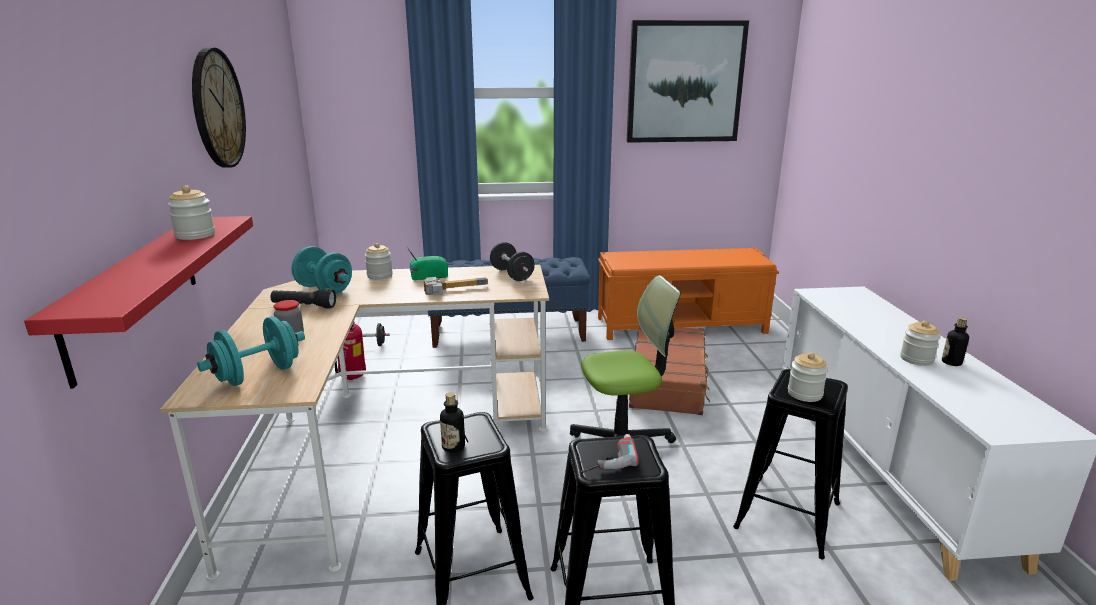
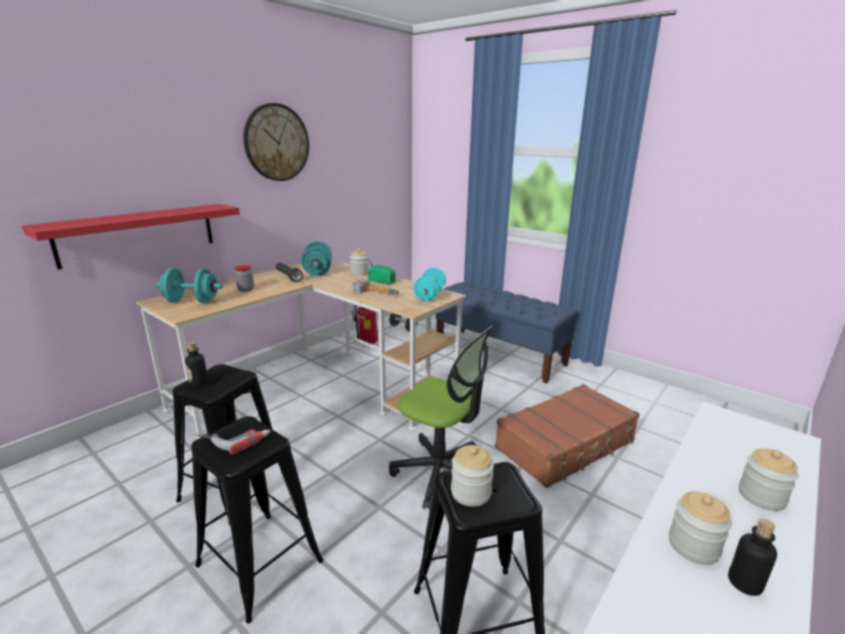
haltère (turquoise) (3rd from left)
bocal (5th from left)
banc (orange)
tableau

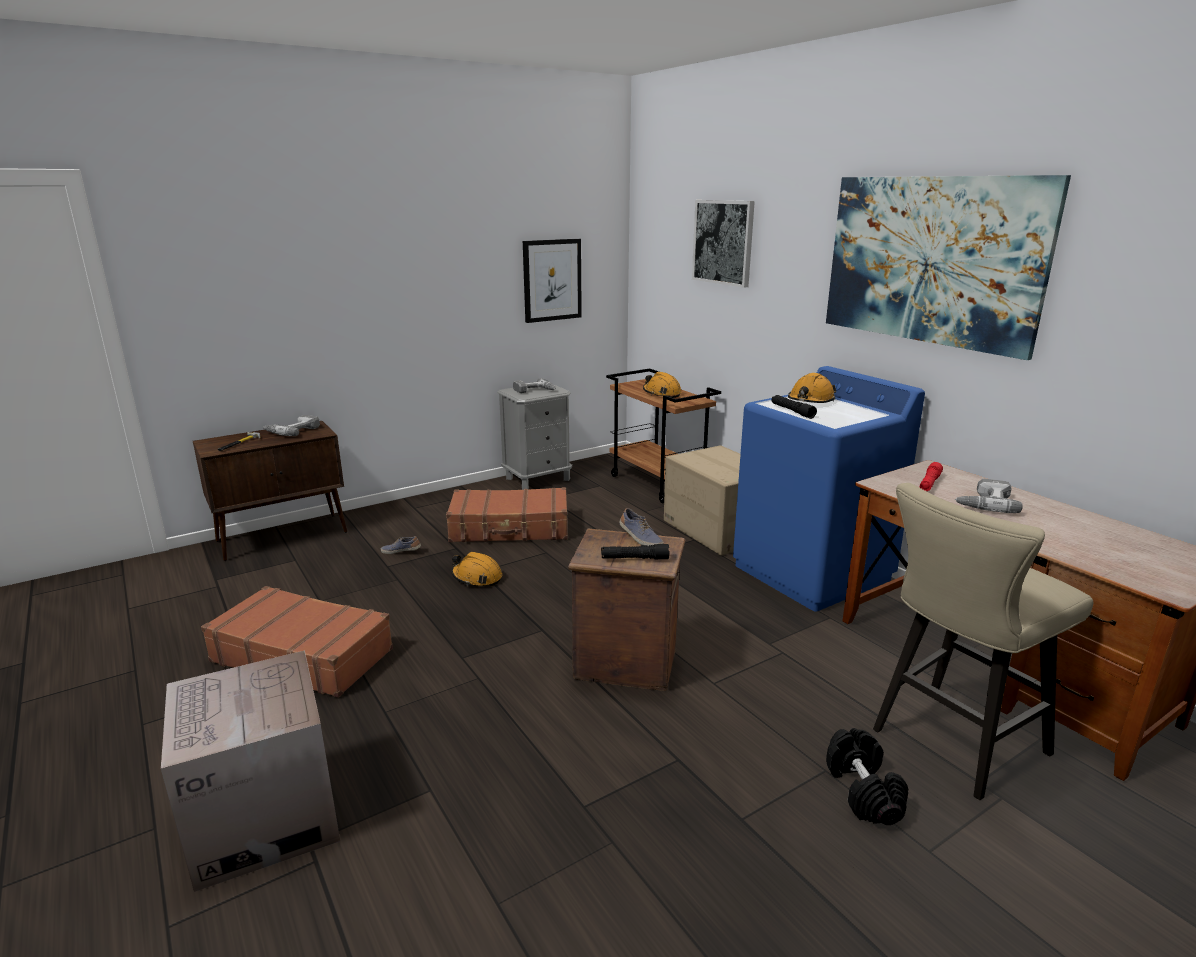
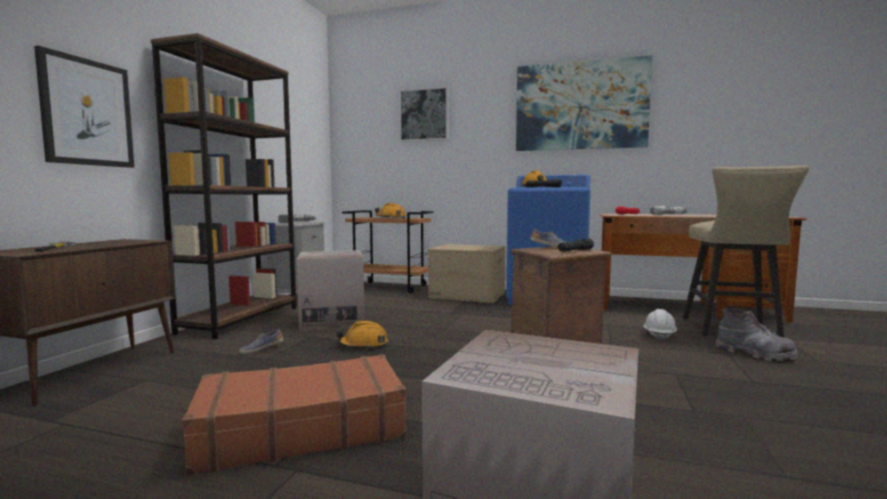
tableau (1st from left)
bibliothèque (marron)
carton (1st from left)
casque de chantier (blanc)
botte (gris)
perceuse (1st from left in the first image)

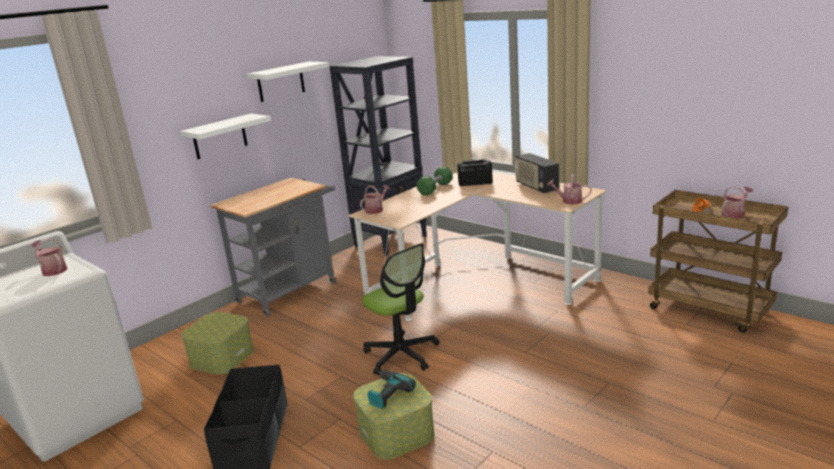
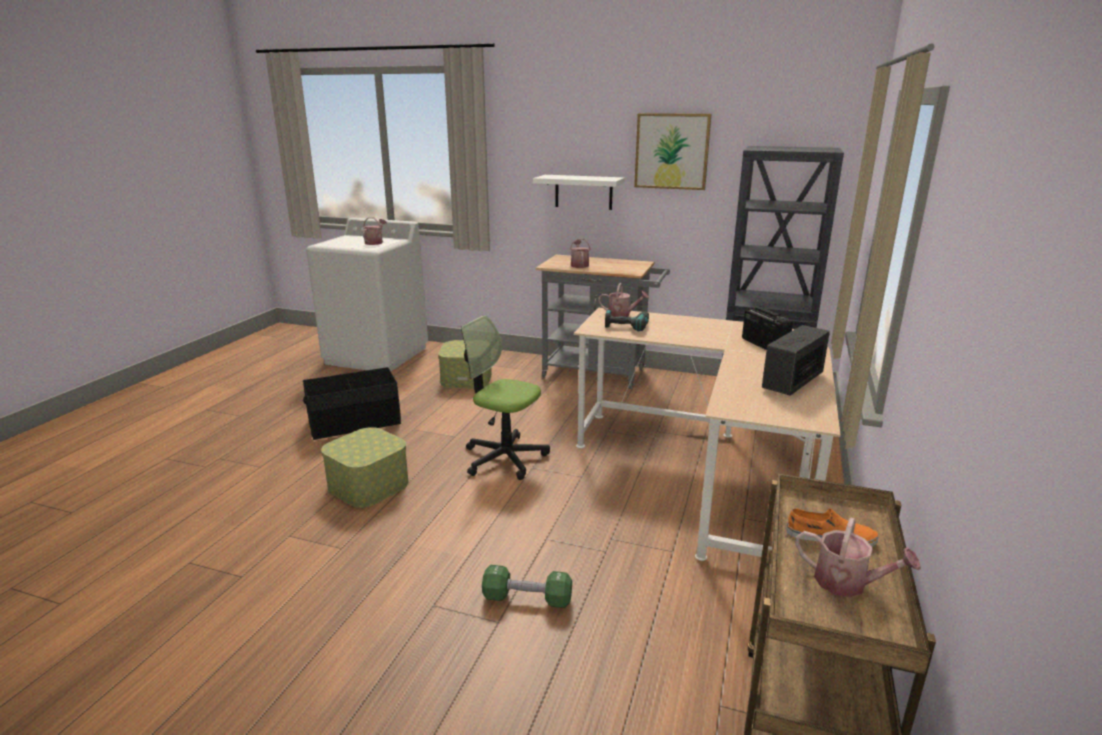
chaise de bureau
haltère (vert)
arrosoir (2nd from left)
perceuse
tableau

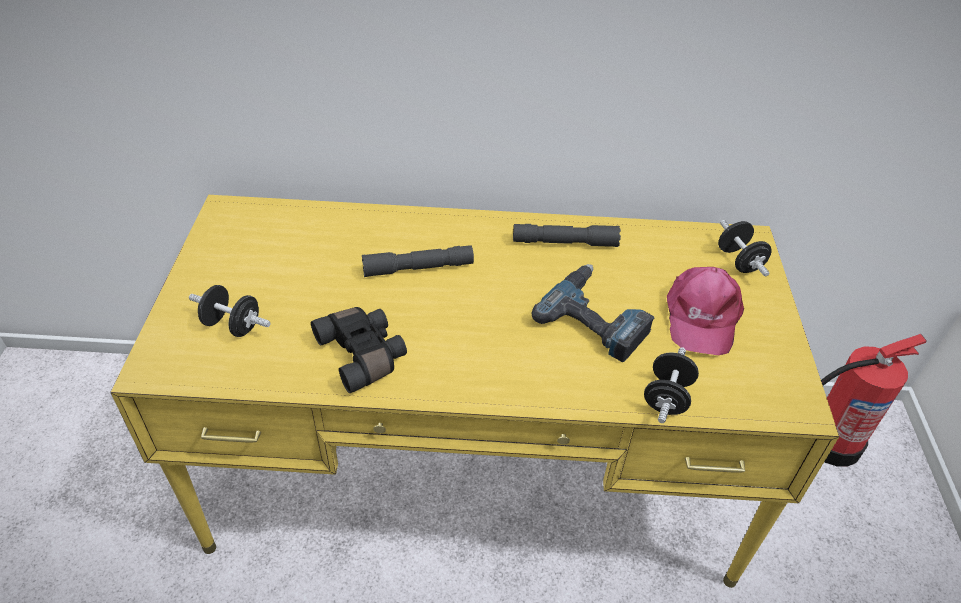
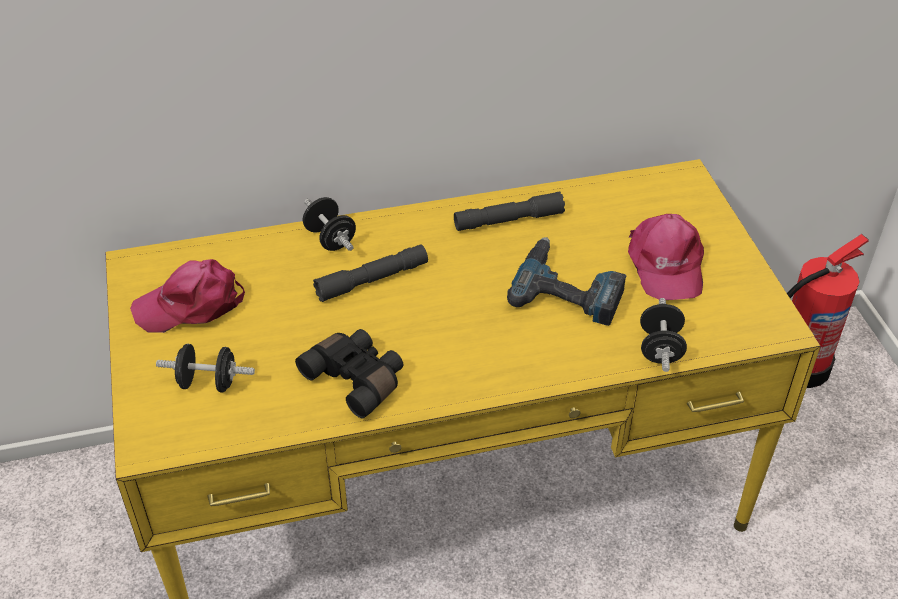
casquette (rose) (1st from left)
haltère (noir) (2nd from left)

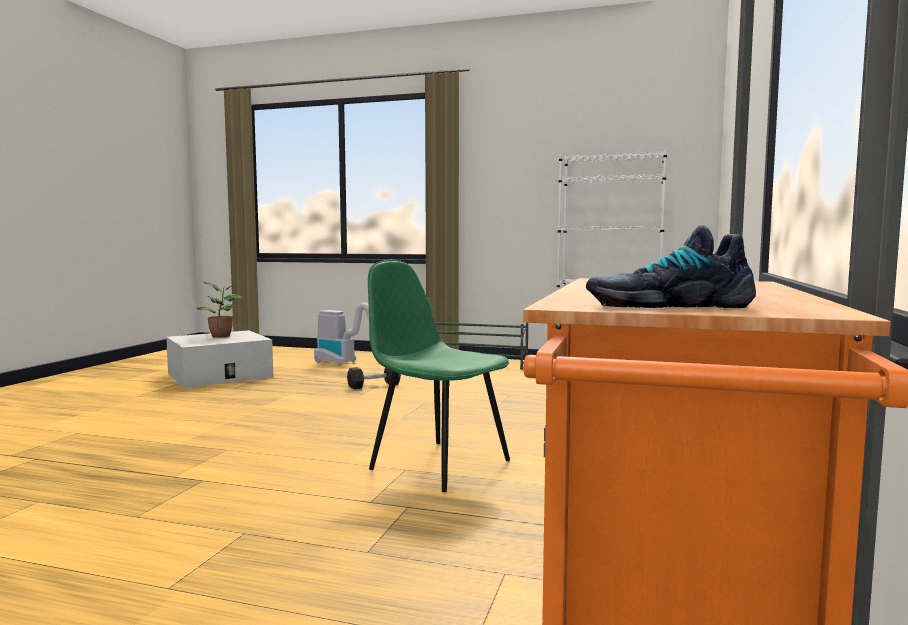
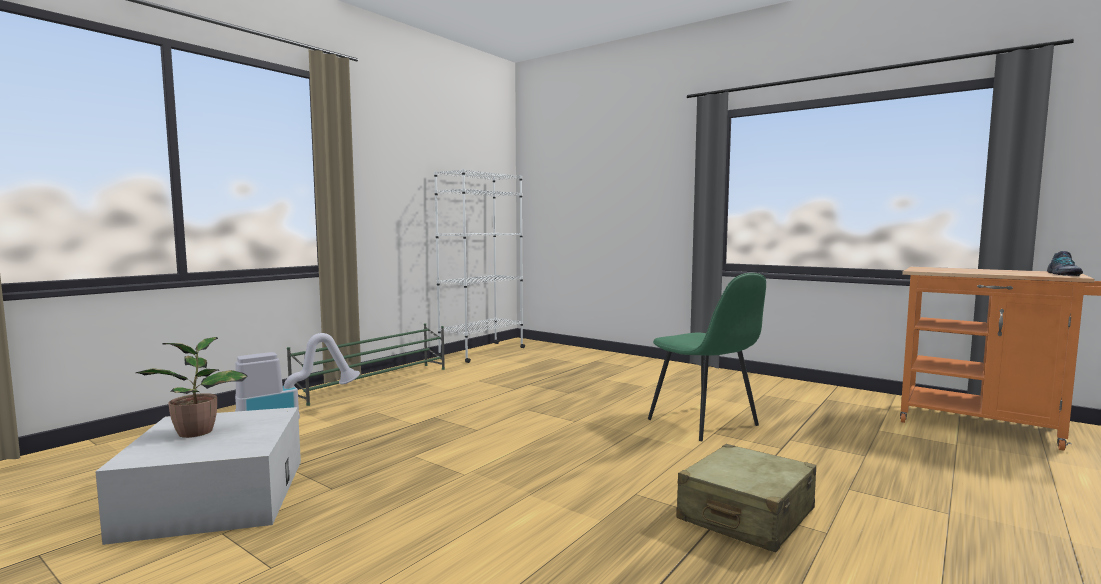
chaise (vert)
valise (beige)
haltère (noir)

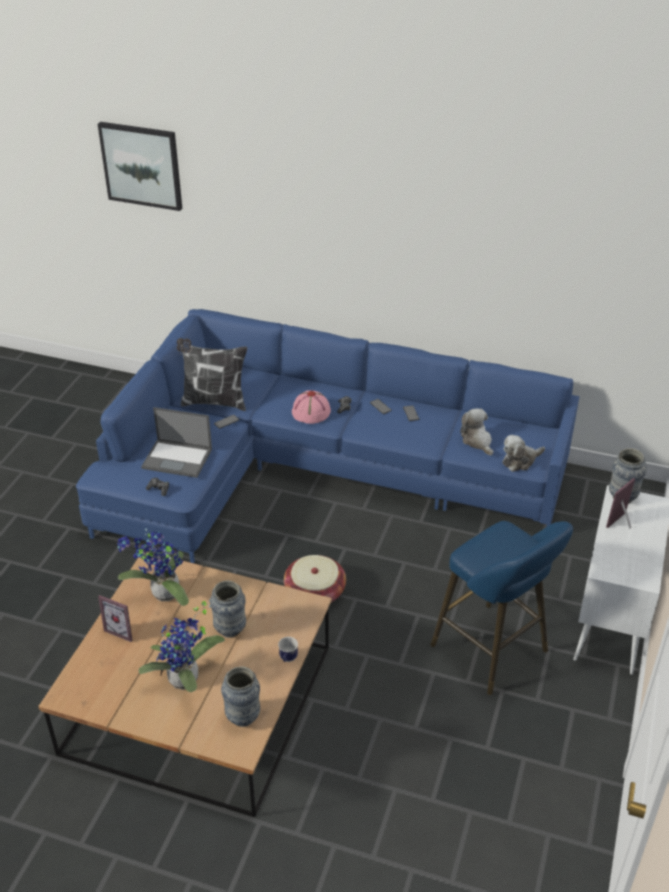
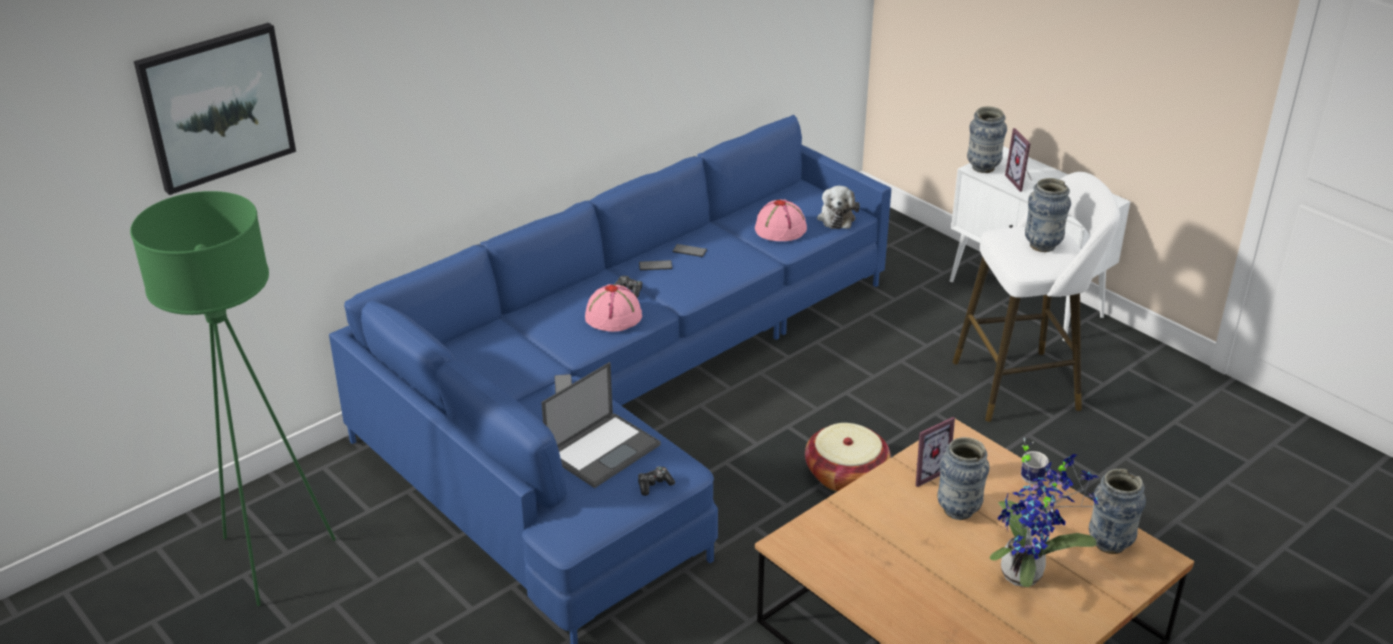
lampadaire (vert)
chapeau (rose) (2nd from left)
cadre photo (1st from left)
tabouret (blanc)
vase (3rd from left)
plante en pot (1st from left in the first image)
coussin

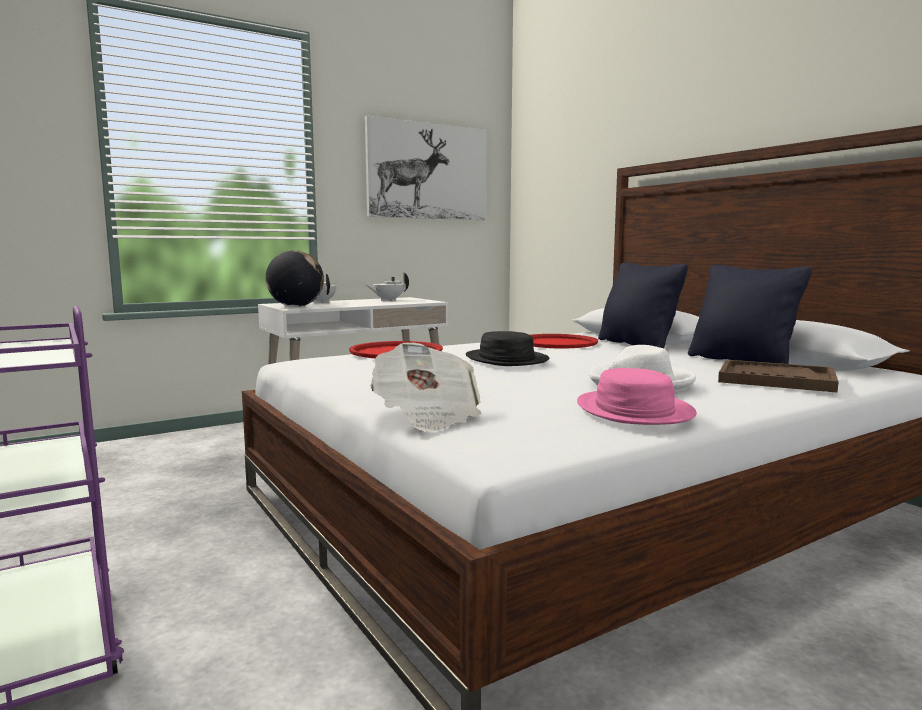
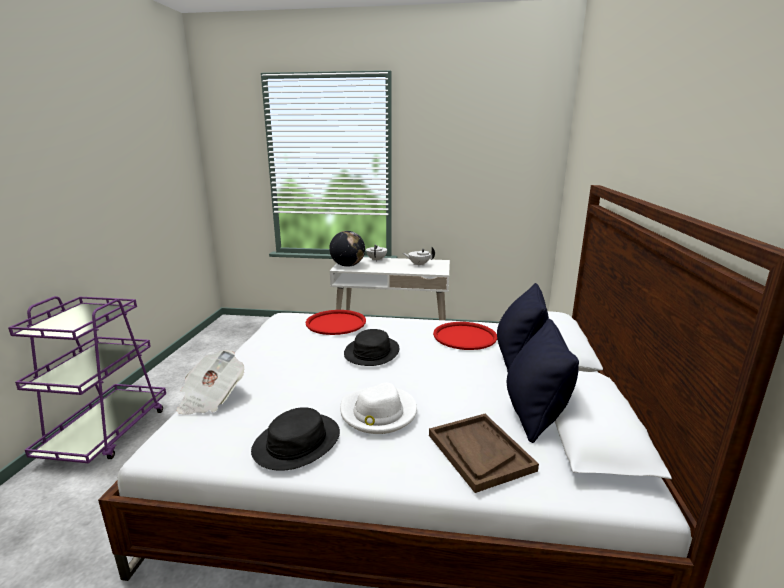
chapeau (noir) (1st from left)
tableau

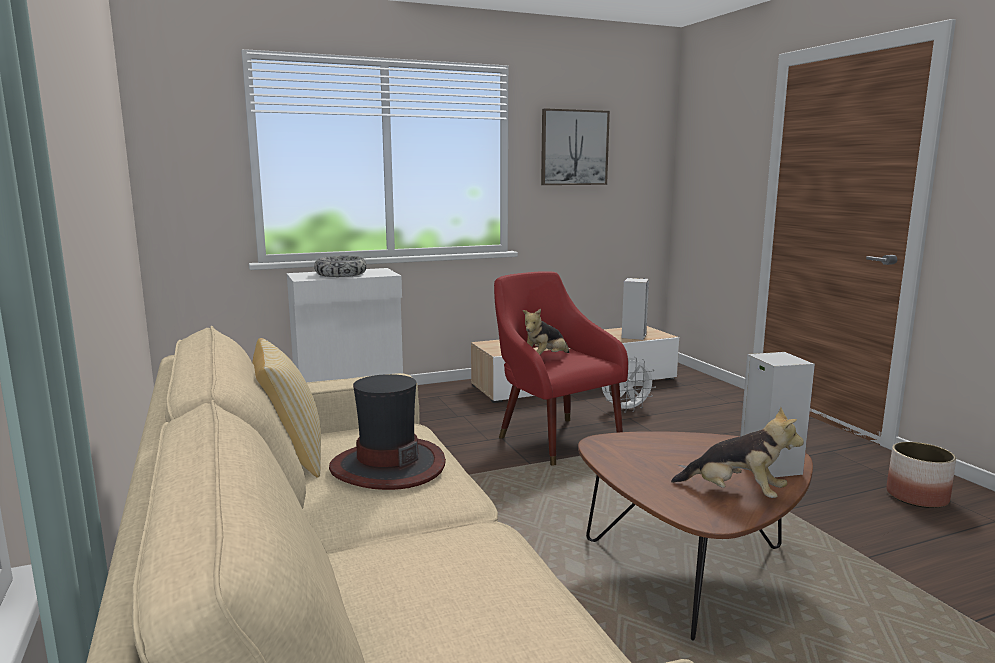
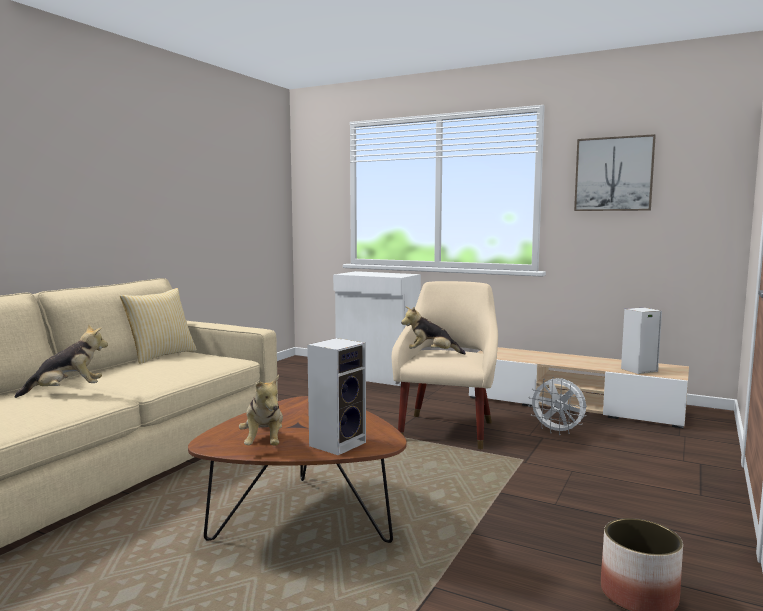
peluche (1st from left)
fauteuil (beige)
bol
chapeau

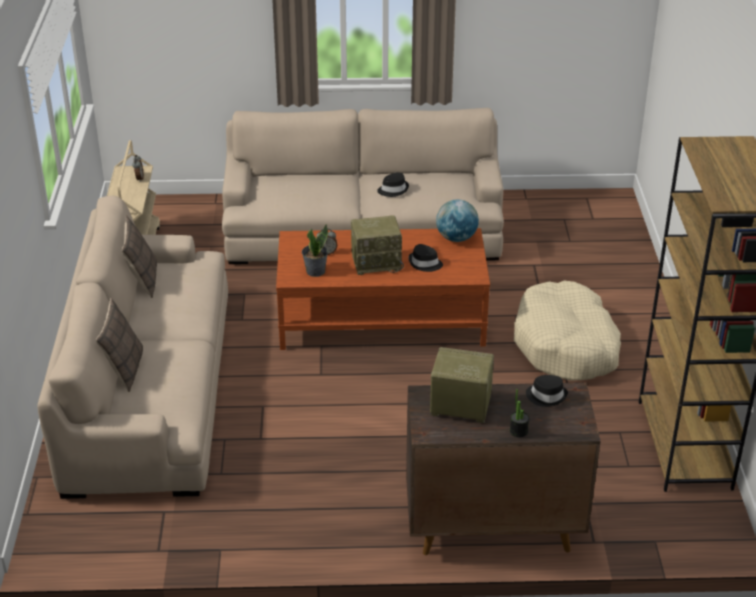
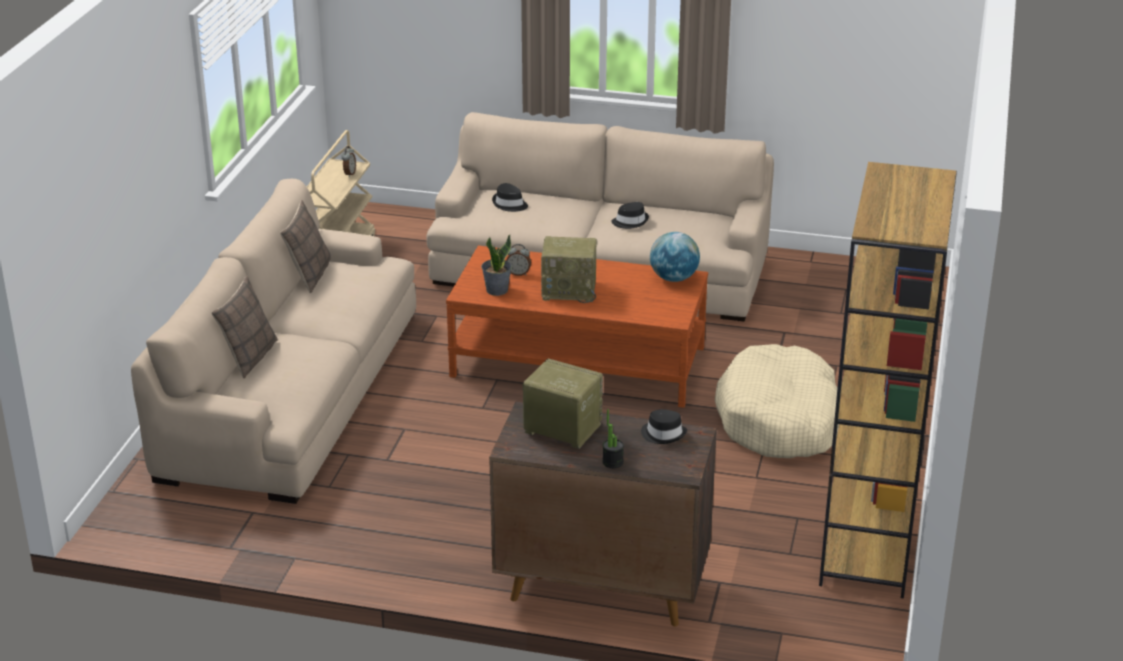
chapeau (noir) (1st from left)

